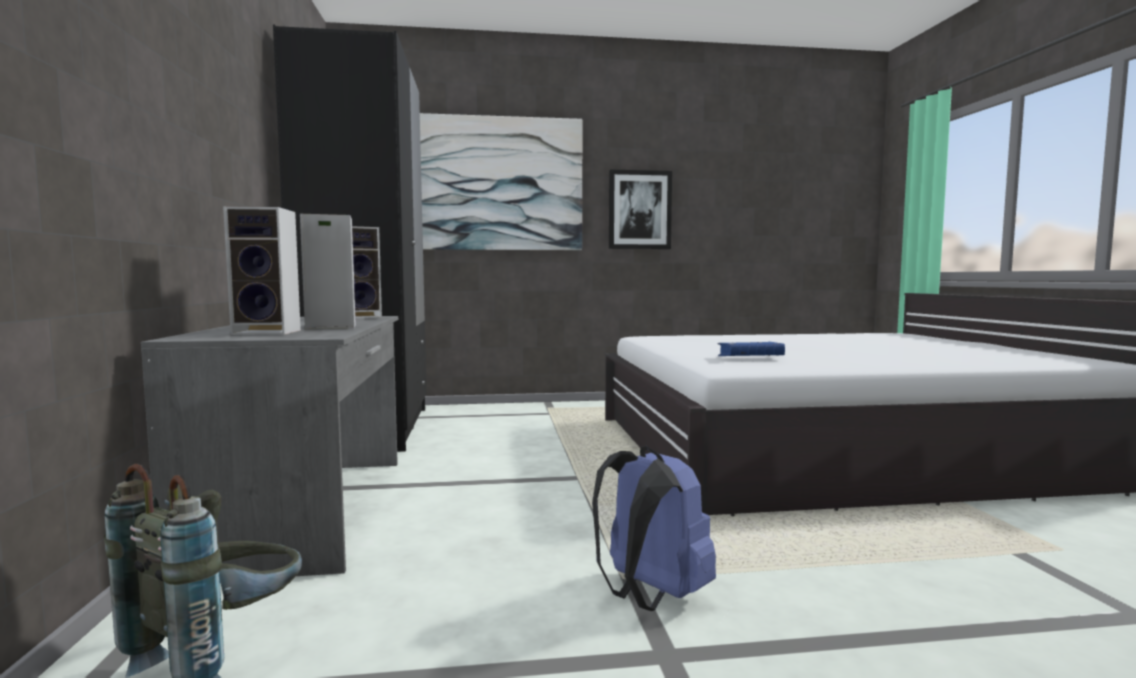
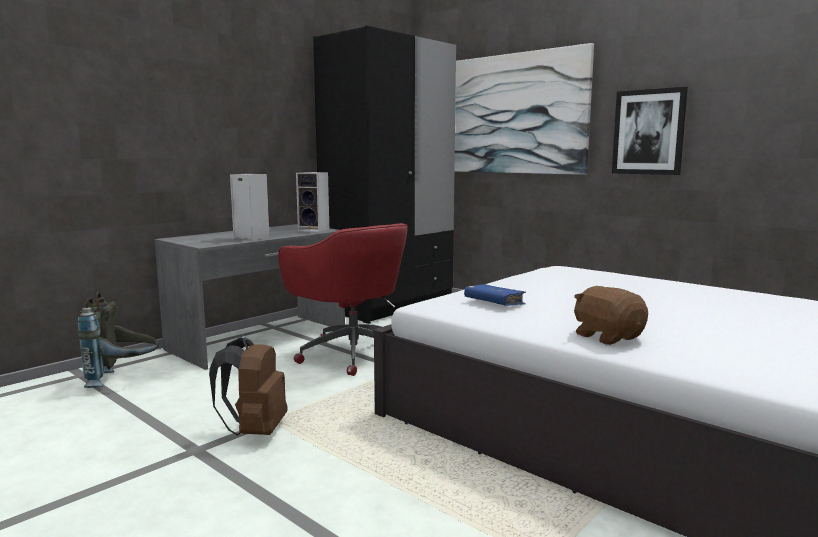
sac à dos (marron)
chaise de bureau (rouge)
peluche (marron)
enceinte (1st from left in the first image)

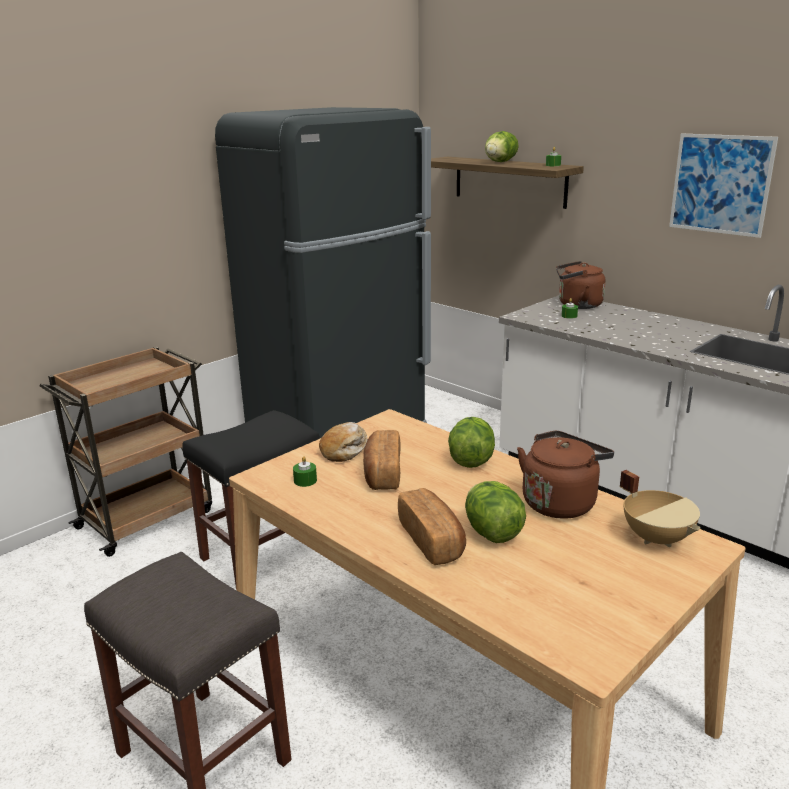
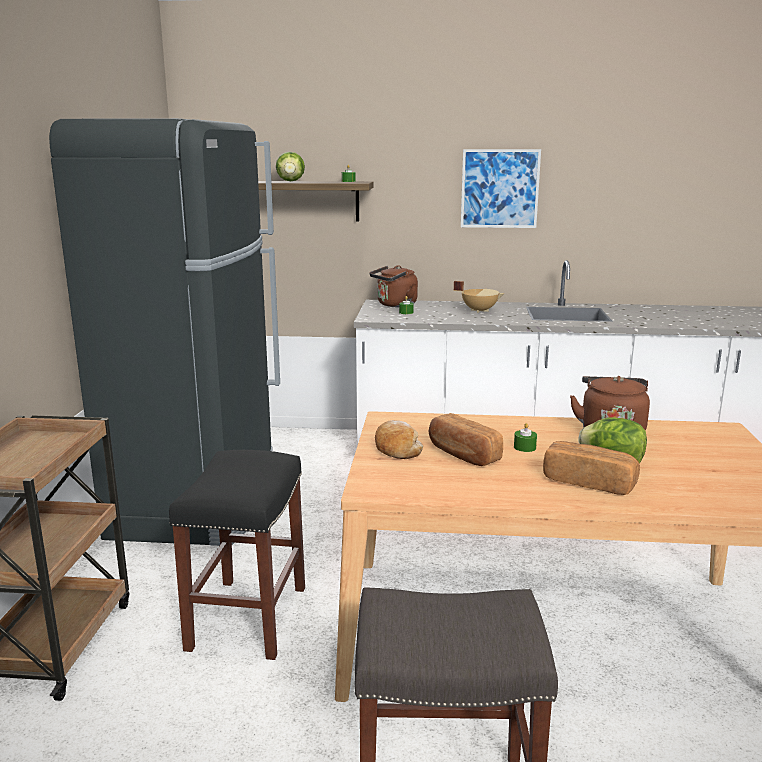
marmite (beige)
bougie (vert) (3rd from left)
laitue (1st from left in the first image)

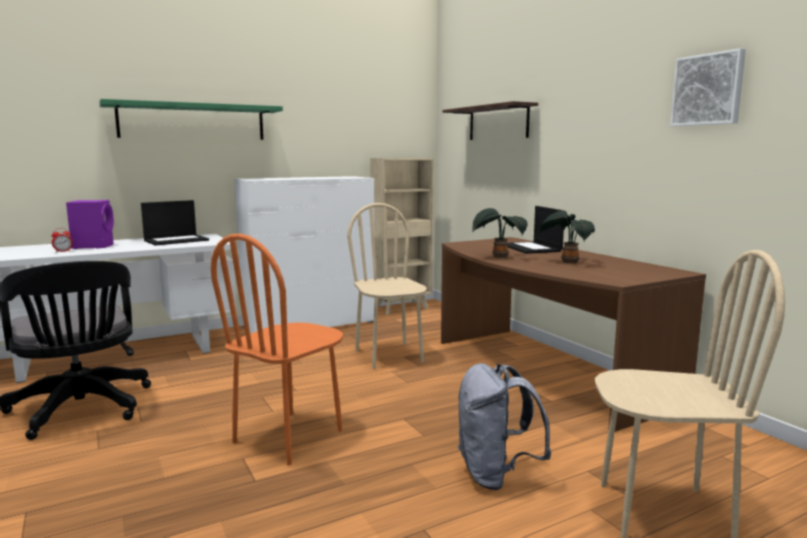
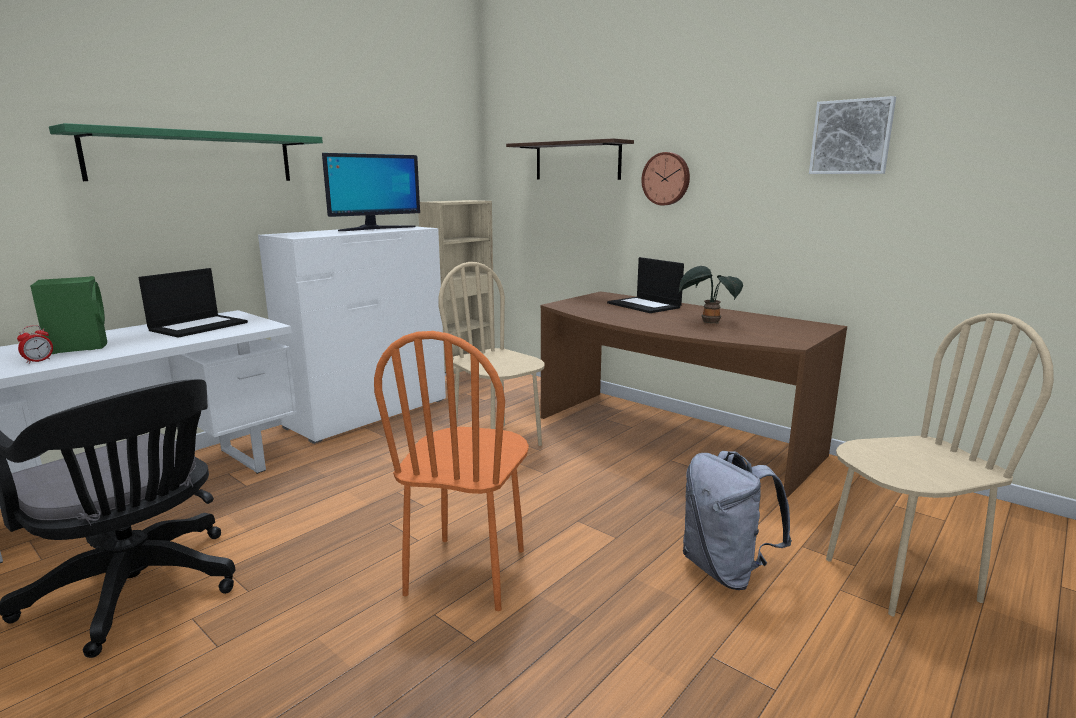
enceinte (vert)
écran d'ordinateur
horloge murale
plante en pot (1st from left in the first image)

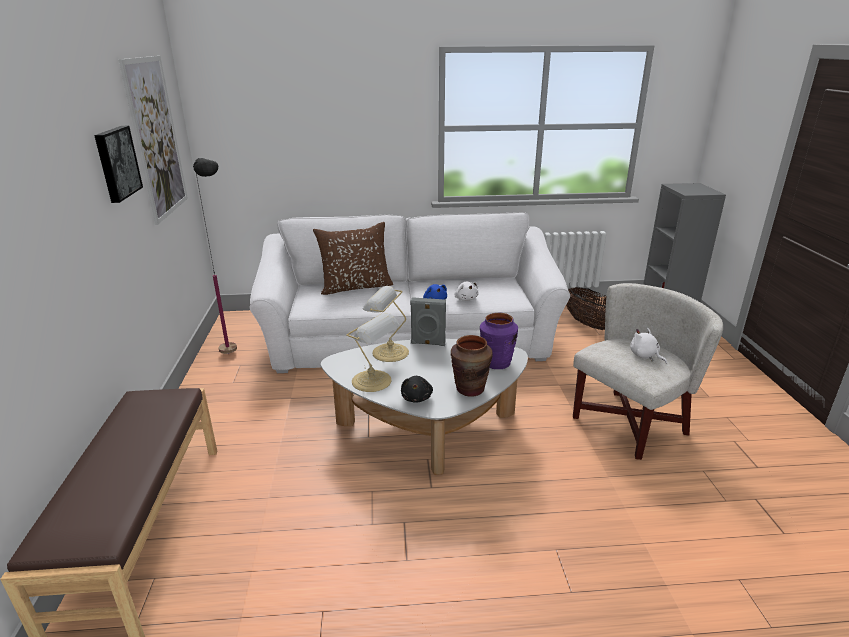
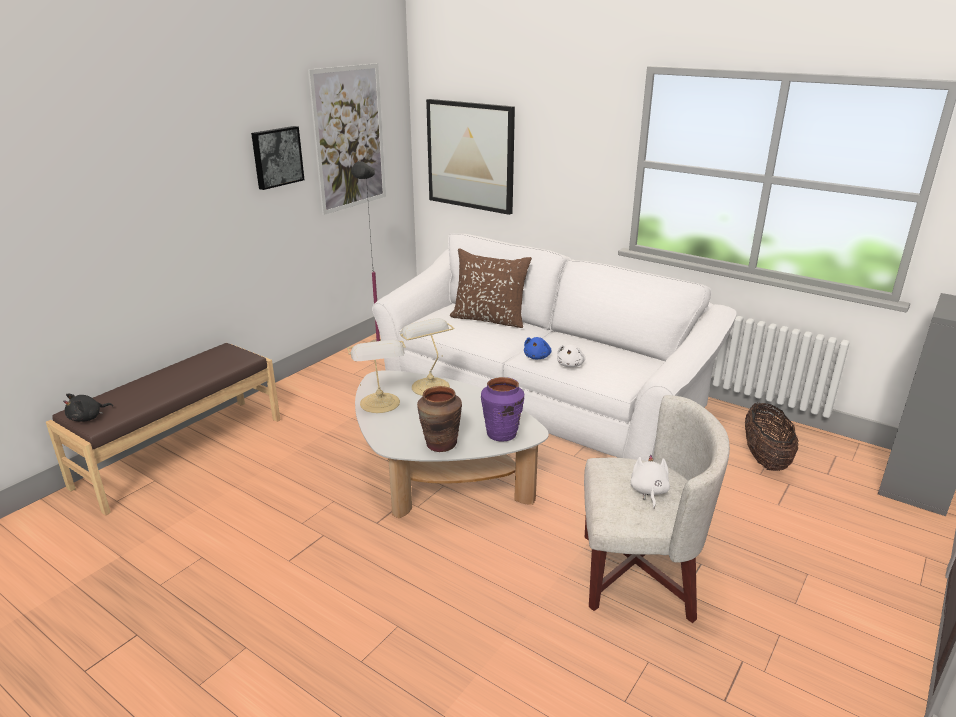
peluche (noir)
tableau (3rd from left)
enceinte (gris)

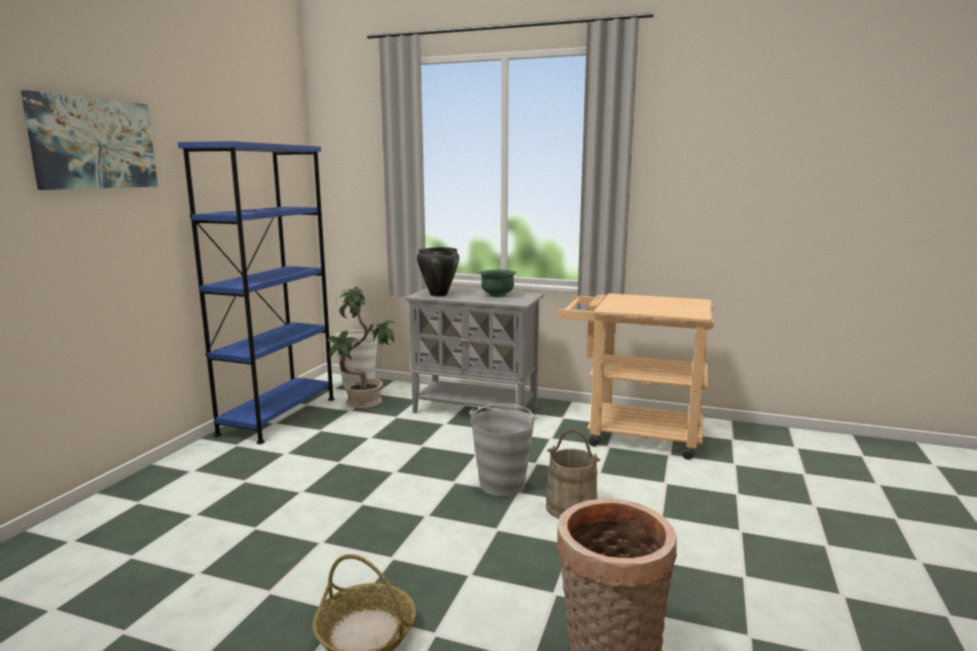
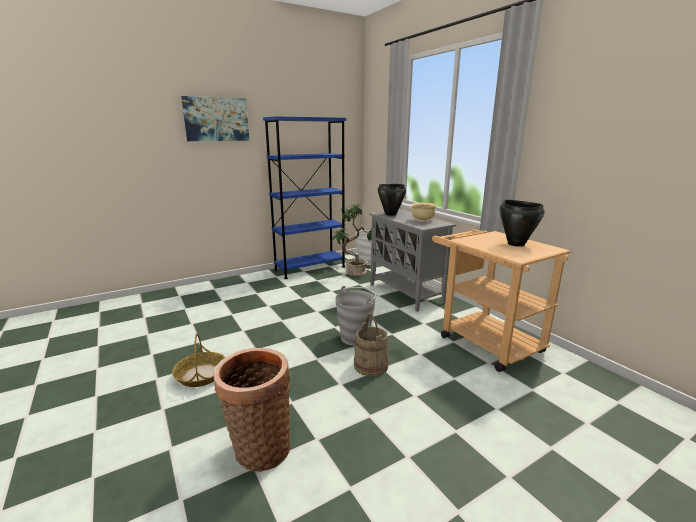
bol (beige)
marmite (noir) (2nd from left)

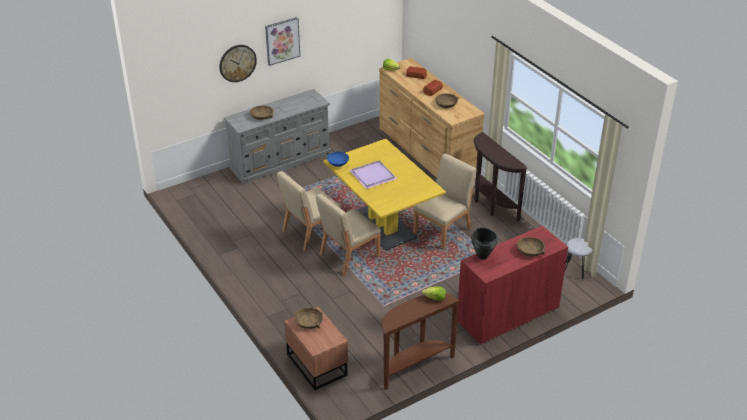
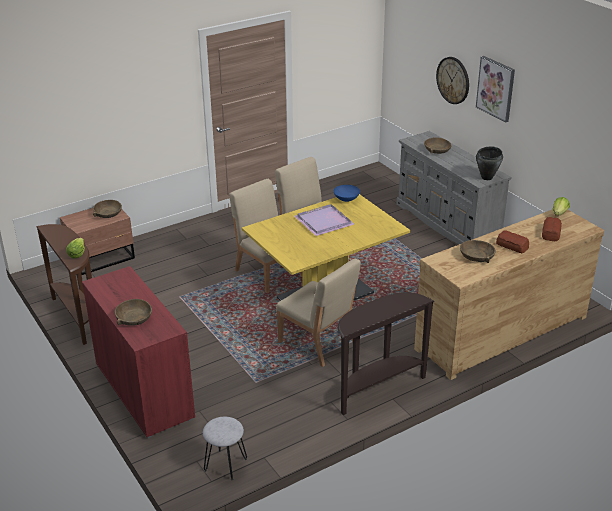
marmite (noir)

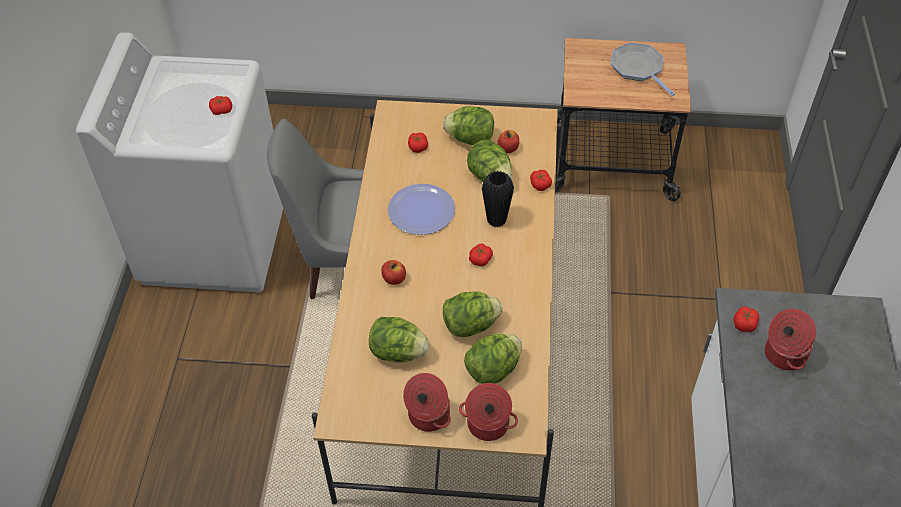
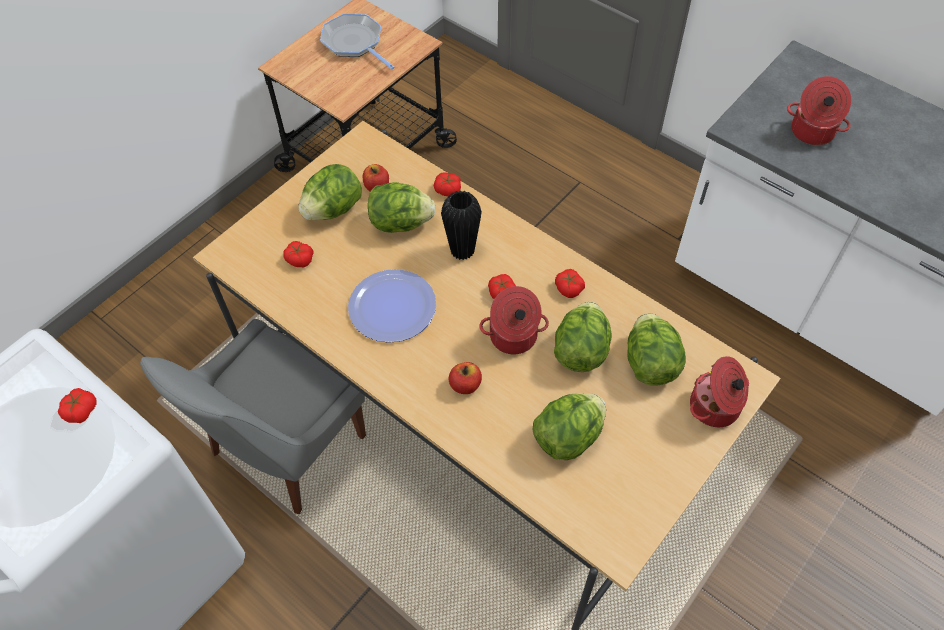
poêle
marmite (1st from left)
tomate (5th from left)

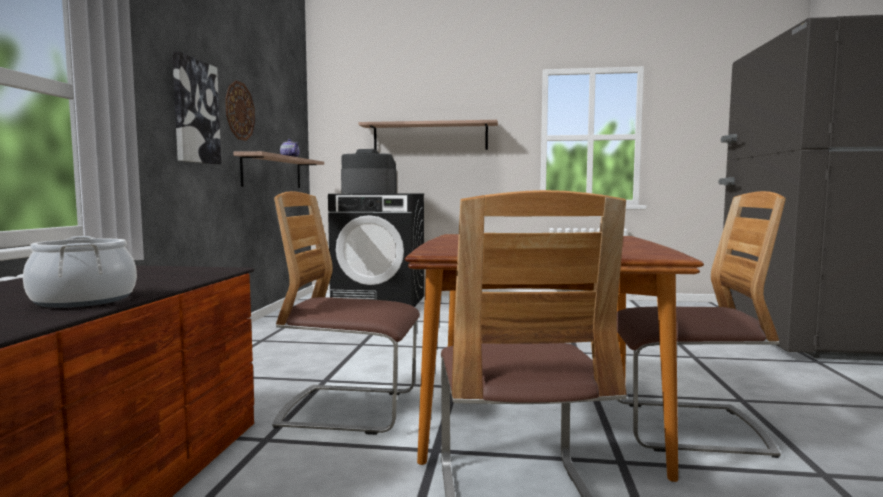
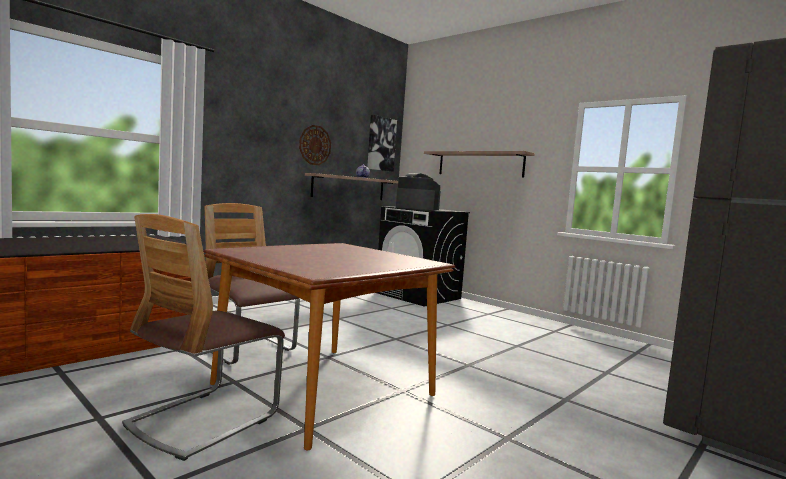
tableau
marmite
chaise (3rd from left in the first image)

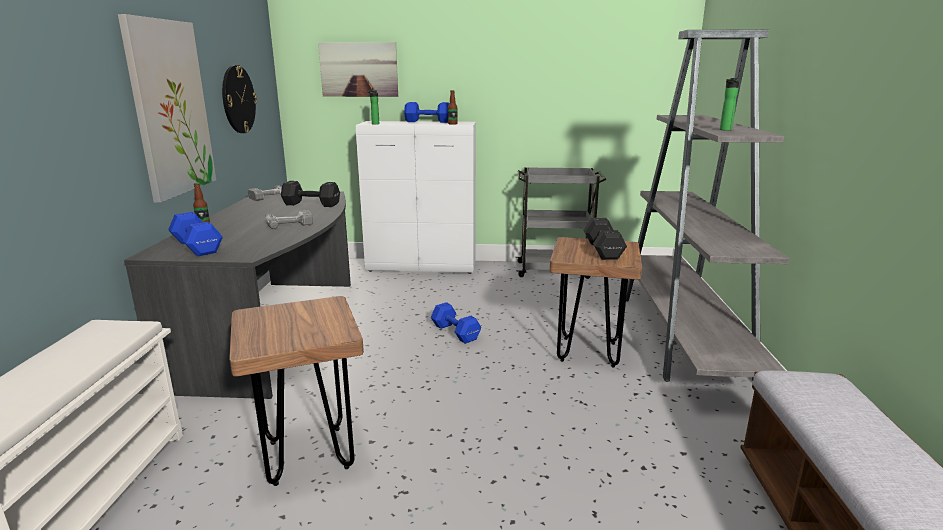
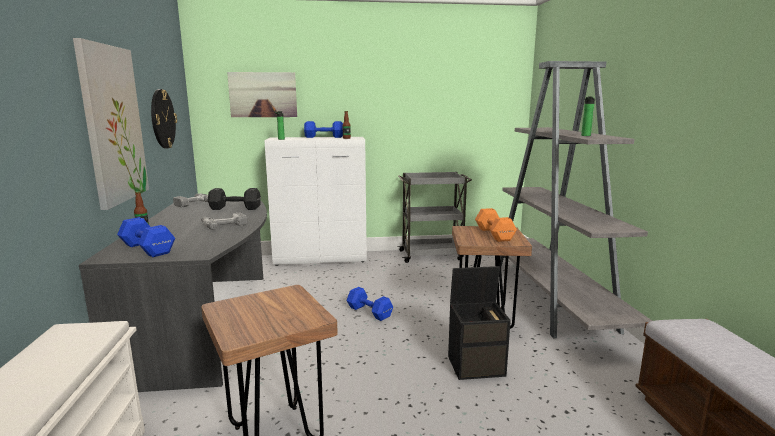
boîte de rangement (noir)
haltère (orange)

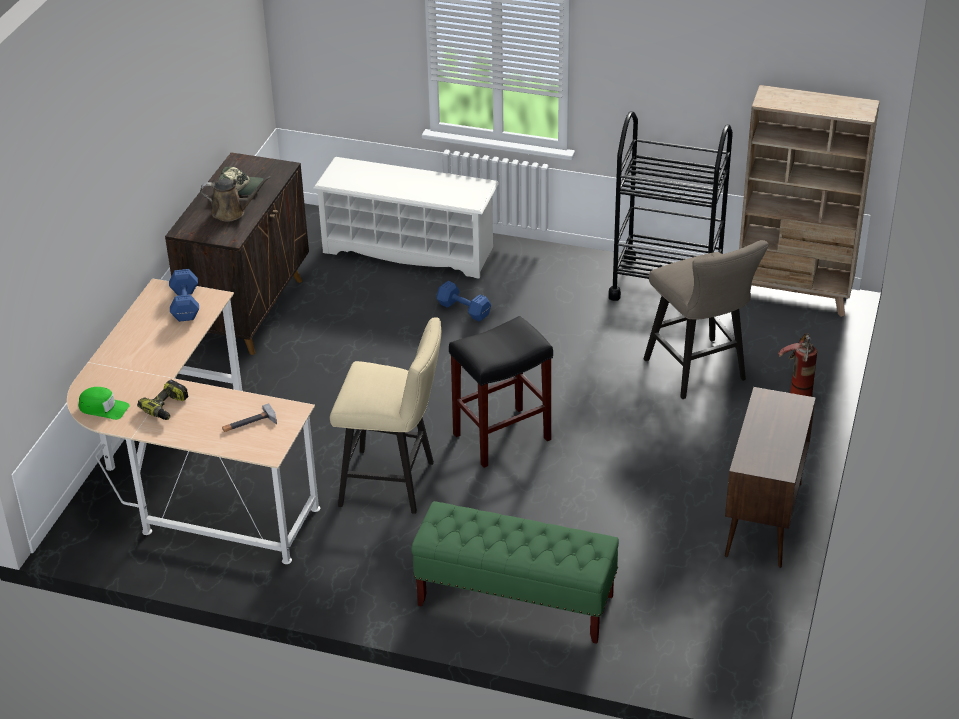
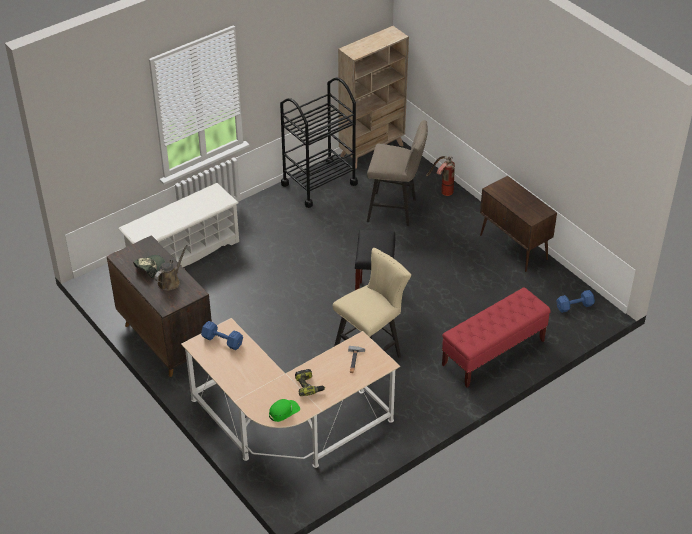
banc (rouge)
haltère (bleu) (2nd from left)

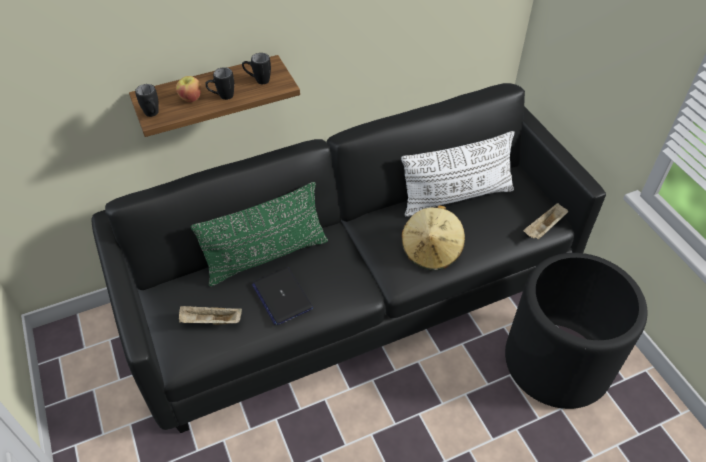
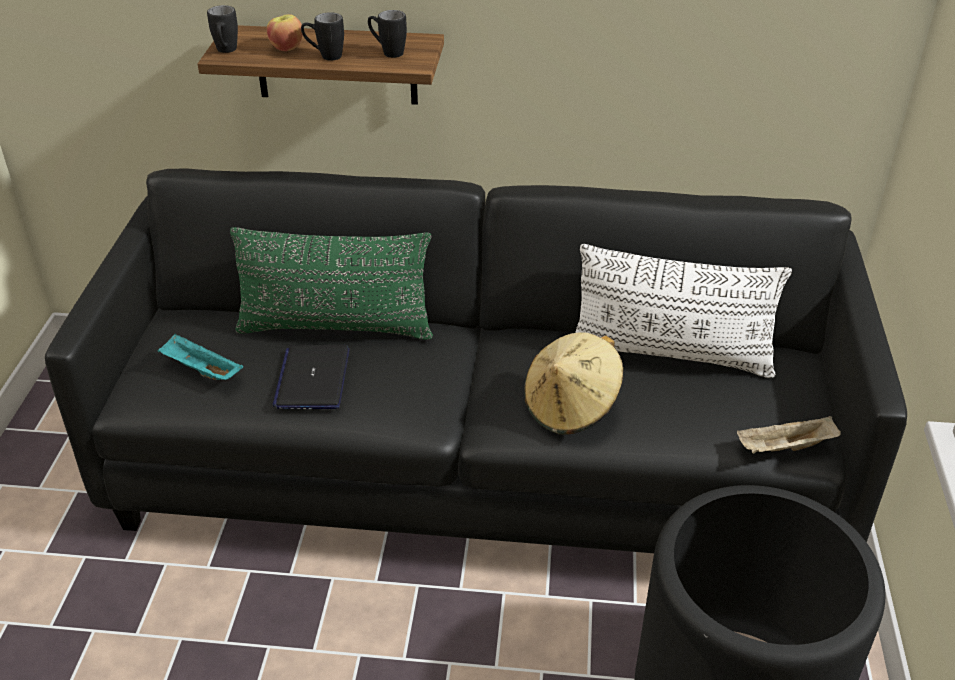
plateau (turquoise)

